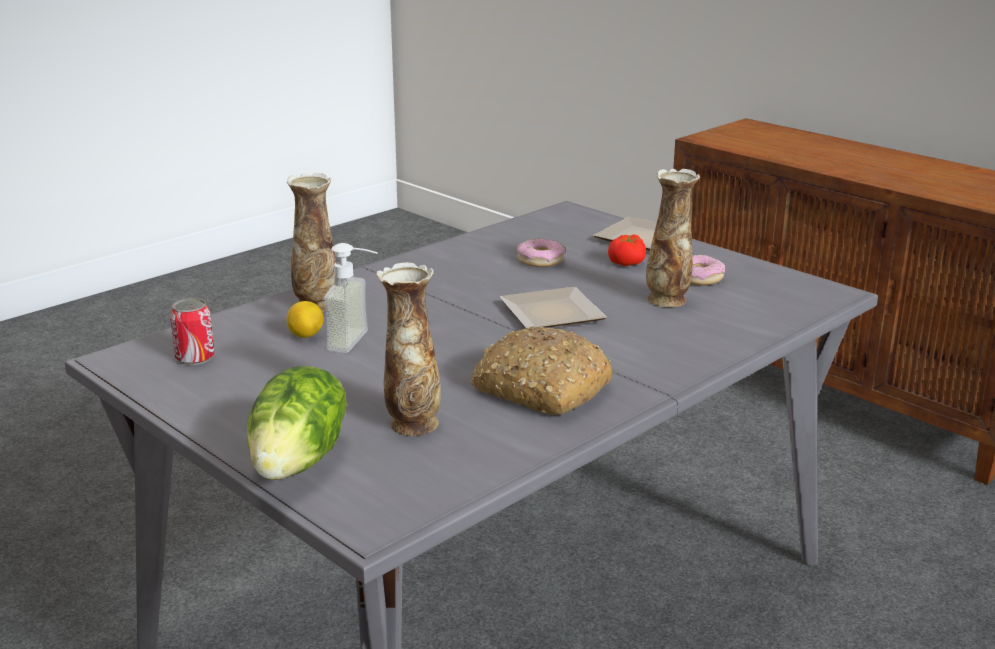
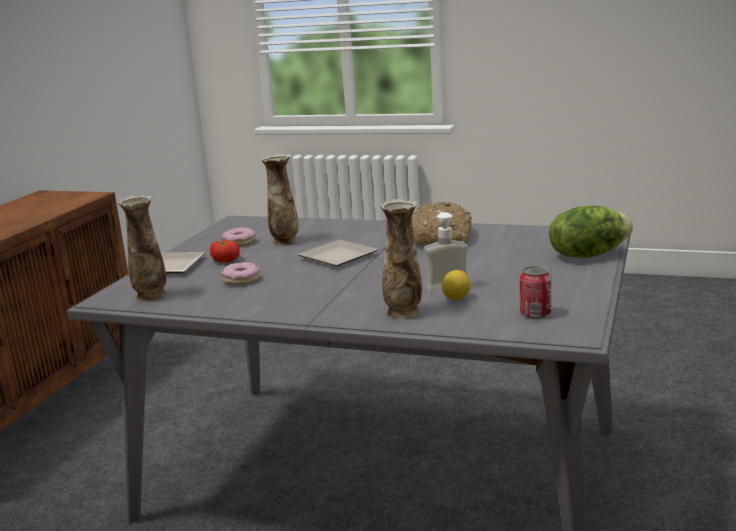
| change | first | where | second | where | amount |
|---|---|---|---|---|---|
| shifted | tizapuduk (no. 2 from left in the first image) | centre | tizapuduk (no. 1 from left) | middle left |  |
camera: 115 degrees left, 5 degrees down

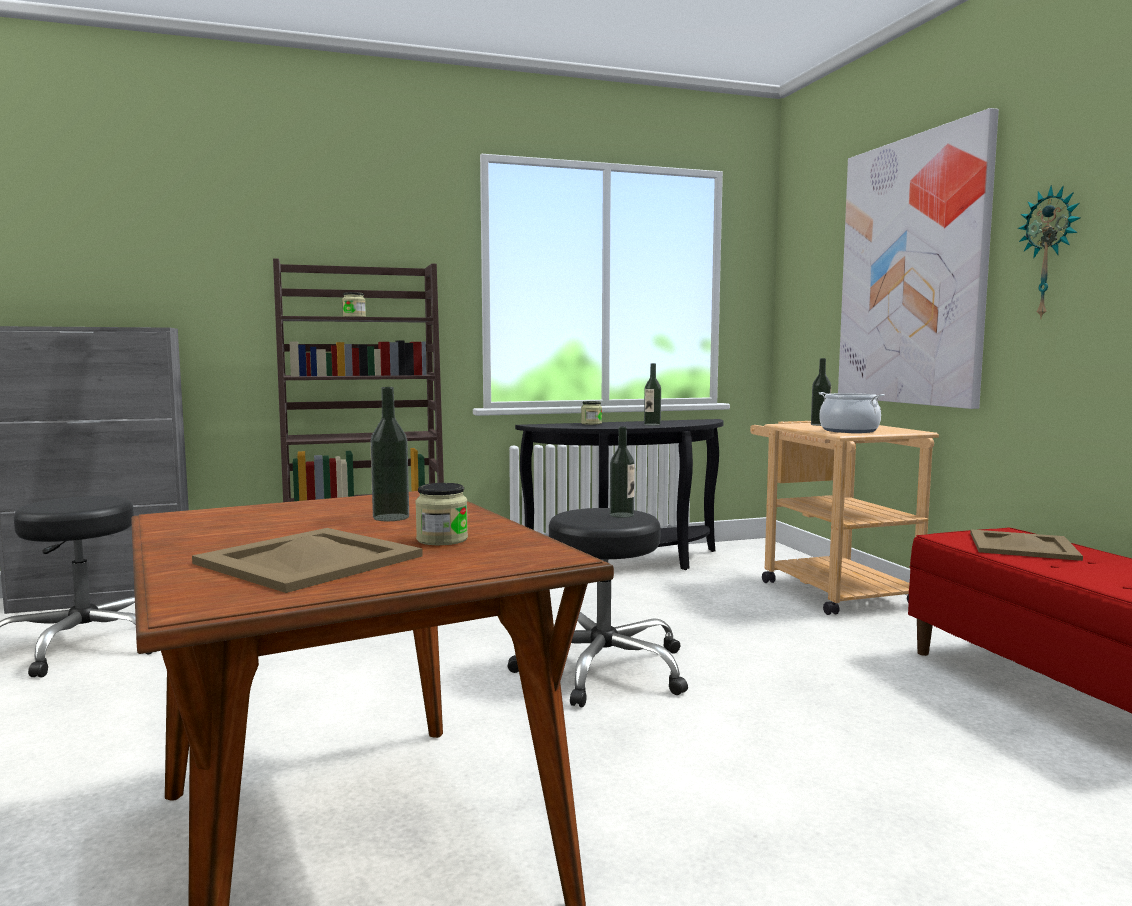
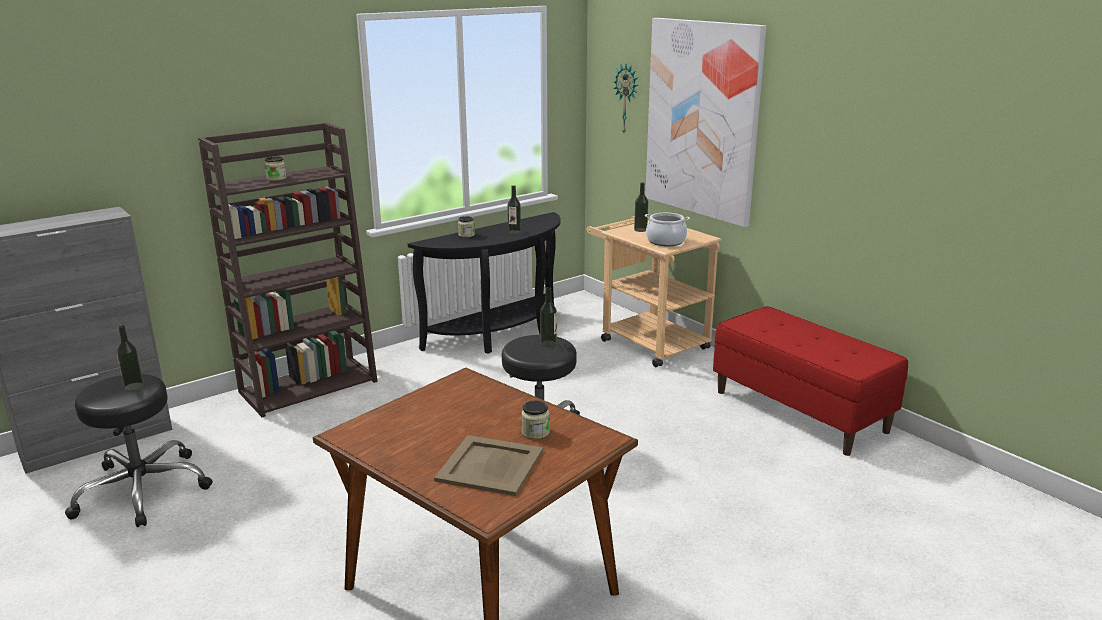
| change | first | where | second | where | amount |
|---|---|---|---|---|---|
| shifted | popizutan | top right |  | top centre |  |
| shifted | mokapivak (no. 1 from left) | centre |  | middle left |  |
| gone | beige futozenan (no. 2 from left) | middle right |  |  |  |
camera: 20 degrees left, 15 degrees up

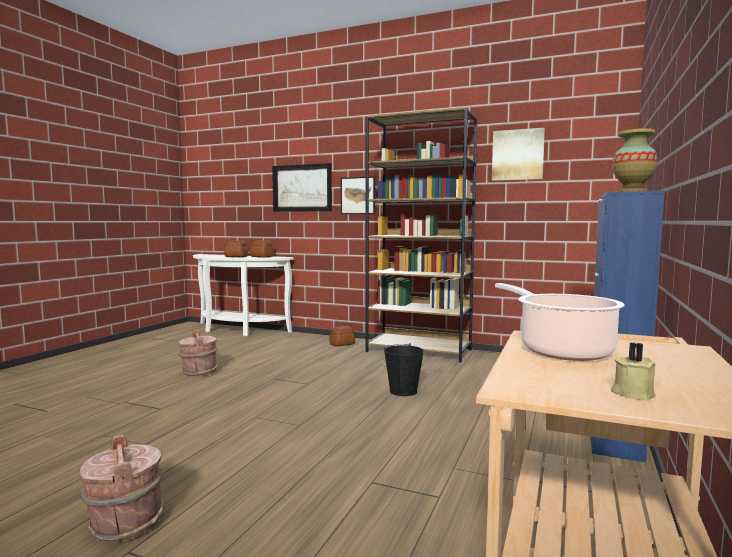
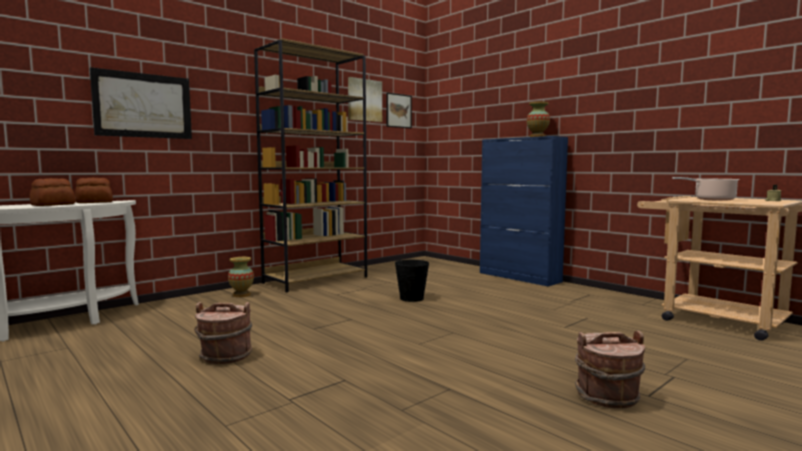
| change | first | where | second | where | amount |
|---|---|---|---|---|---|
| shifted | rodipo (no. 2 from left in the first image) | centre | rodipo (no. 3 from left) | top centre |  |
| swapped | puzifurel (no. 3 from left) | centre | tizapuduk (no. 1 from left) | middle left |  |
camera: 65 degrees left, 0 degrees up

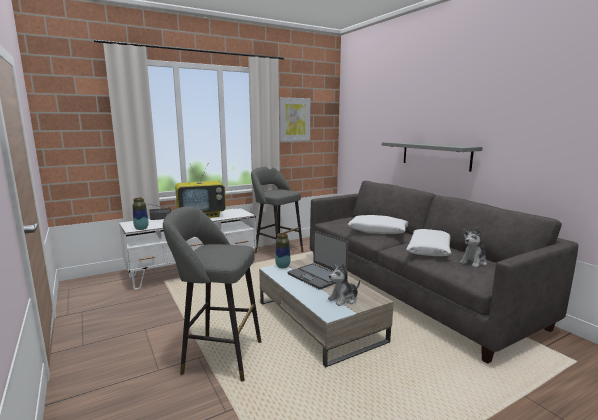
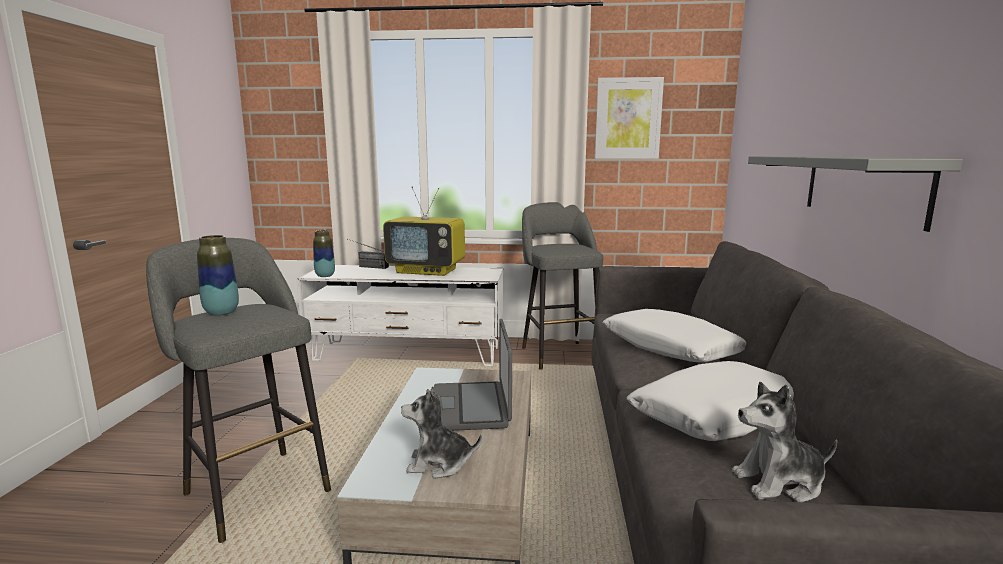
| change | first | where | second | where | amount |
|---|---|---|---|---|---|
| shifted | tizapuduk (no. 2 from left in the first image) | centre | tizapuduk (no. 1 from left) | middle left |  |
camera: 35 degrees right, 0 degrees up

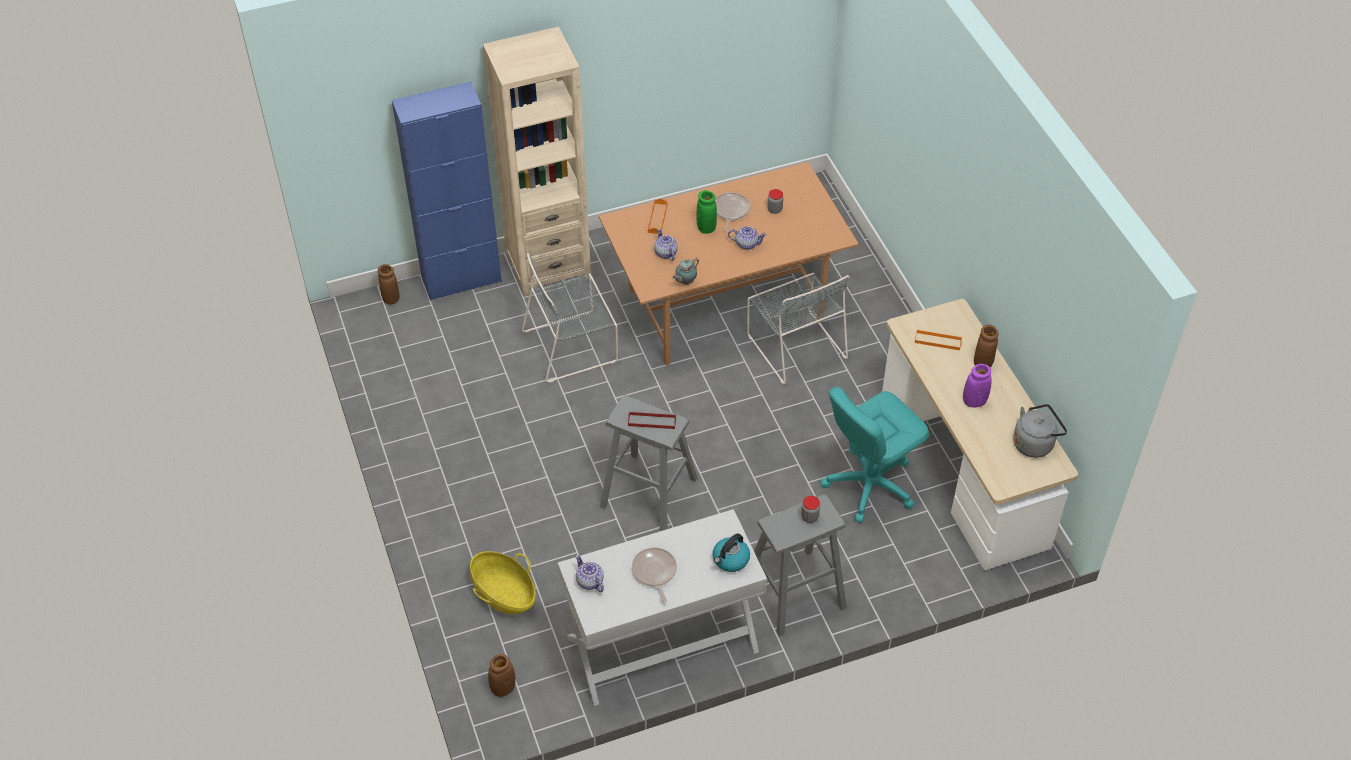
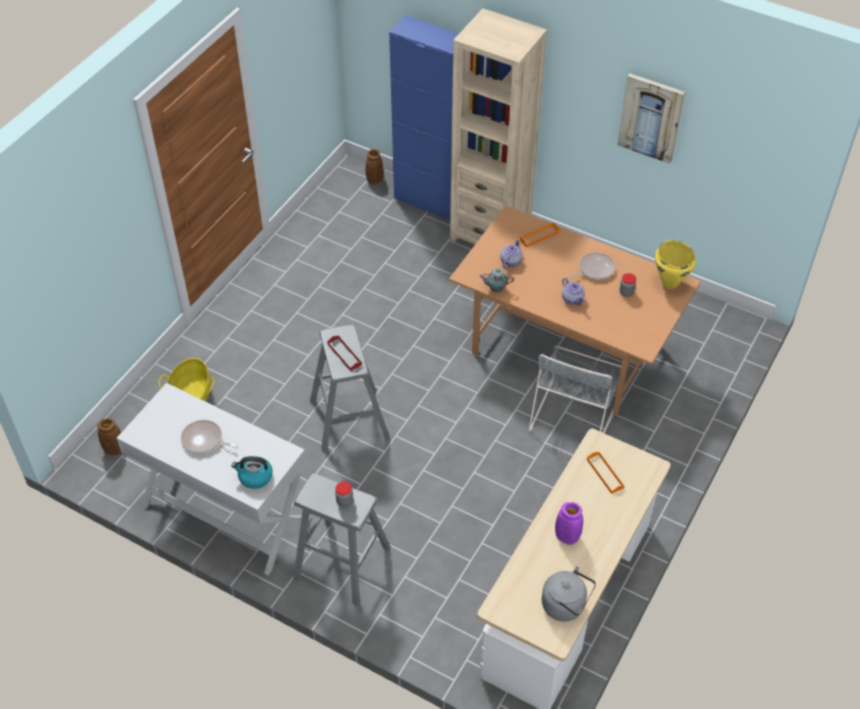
| change | first | where | second | where | amount |
|---|---|---|---|---|---|
| gone | green tizapuduk | top centre |  |  |  |
| gone | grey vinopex (no. 1 from left) | centre |  |  |  |
| gone | brown tizapuduk (no. 3 from left) | middle right |  |  |  |
| gone | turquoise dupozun | centre |  |  |  |
| rotated | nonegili (no. 1 from left) | bottom centre |  | middle left | 105 degrees counterclockwise |
| gone | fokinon (no. 1 from left) | bottom centre |  |  |  |
| new |  |  | rodipo | top right |  |
| new |  |  | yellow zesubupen | middle right |  |
camera: 50 degrees right, 0 degrees up

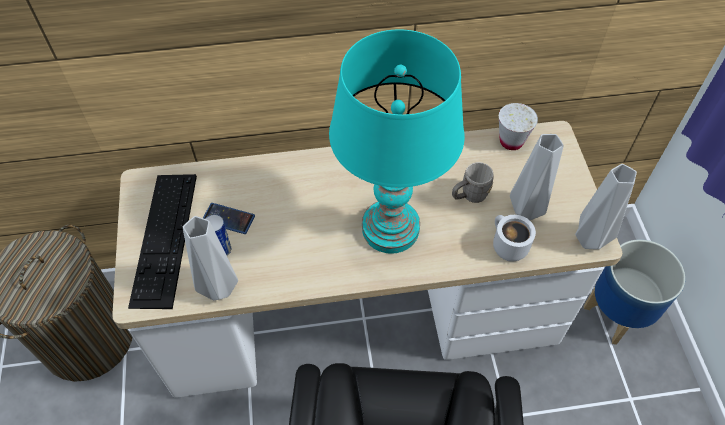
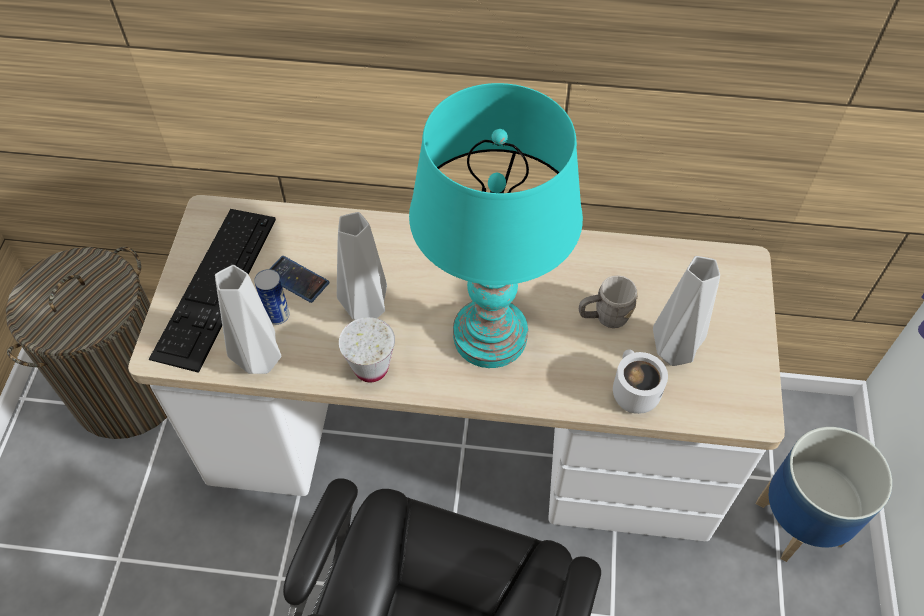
| change | first | where | second | where | amount |
|---|---|---|---|---|---|
| shifted | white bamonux | top right |  | centre |  |
| shifted | grey tizapuduk (no. 3 from left in the first image) | middle right | grey tizapuduk (no. 2 from left) | centre |  |
camera: 15 degrees right, 0 degrees up

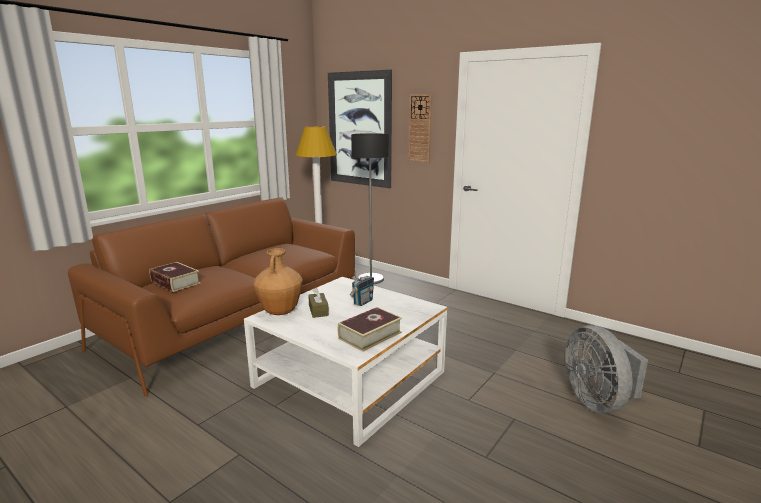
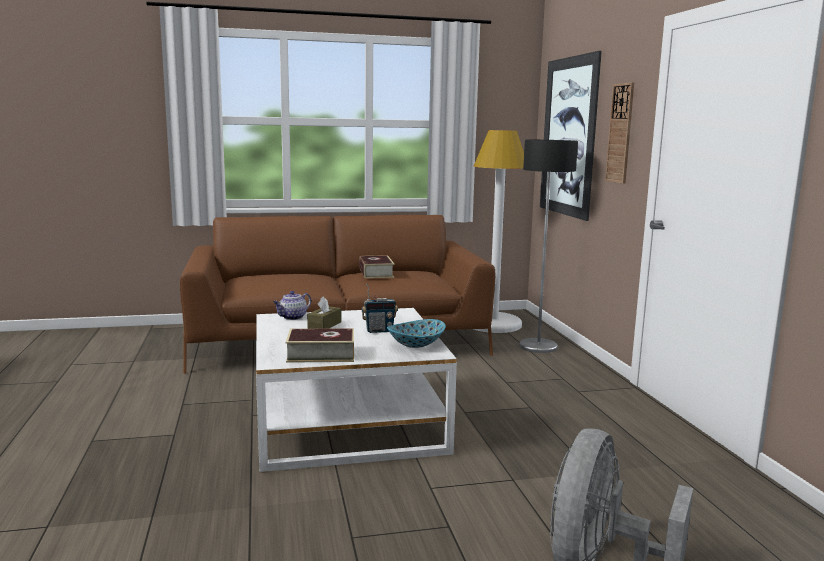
| change | first | where | second | where | amount |
|---|---|---|---|---|---|
| swapped | brown tizapuduk | centre | fokinon | centre |  |
| shifted | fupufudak (no. 1 from left in the first image) | middle left | fupufudak (no. 2 from left) | centre |  |
| new |  |  | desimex | centre |  |
camera: 40 degrees right, 5 degrees down

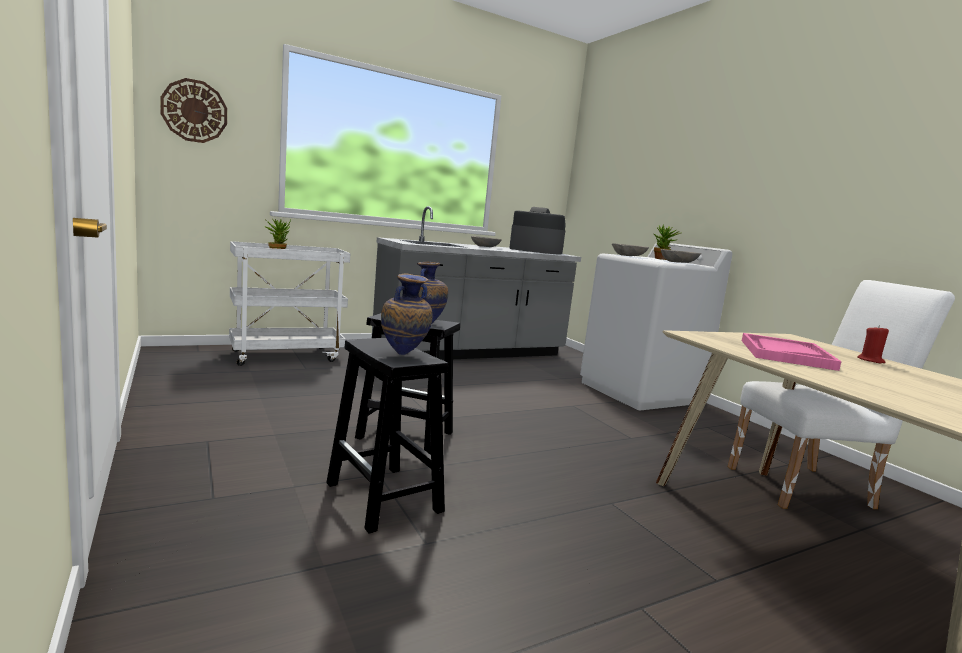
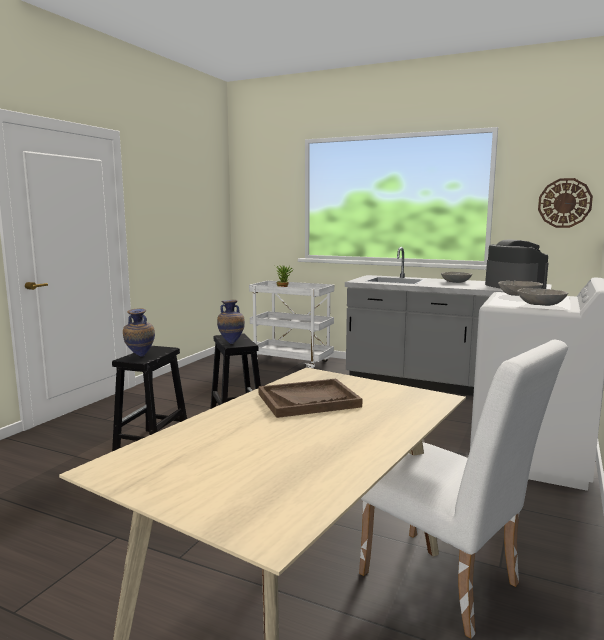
| change | first | where | second | where | amount |
|---|---|---|---|---|---|
| shifted | popizutan | top left |  | top right |  |
| gone | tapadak (no. 2 from left) | middle right |  |  |  |
| gone | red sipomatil | middle right |  |  |  |
| repainted | pink futozenan | middle right | brown futozenan | centre |  |
camera: 55 degrees right, 0 degrees up

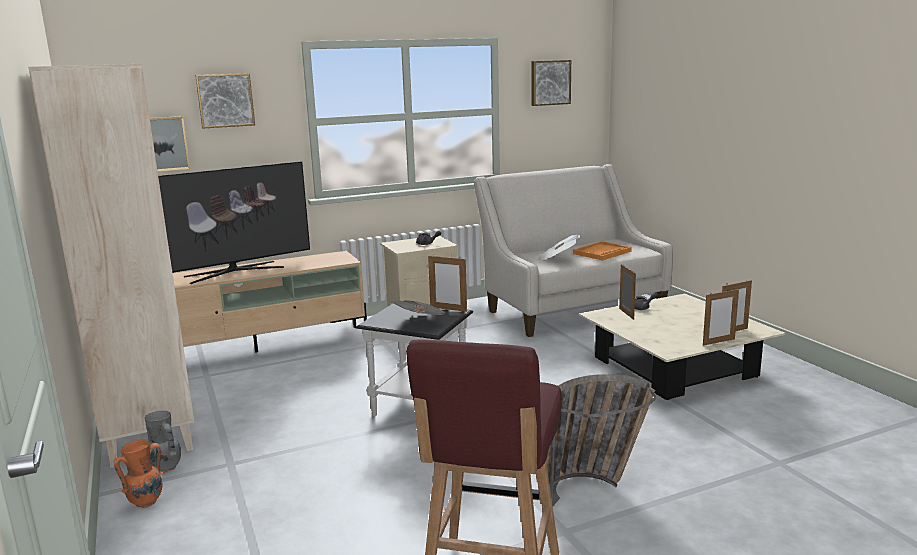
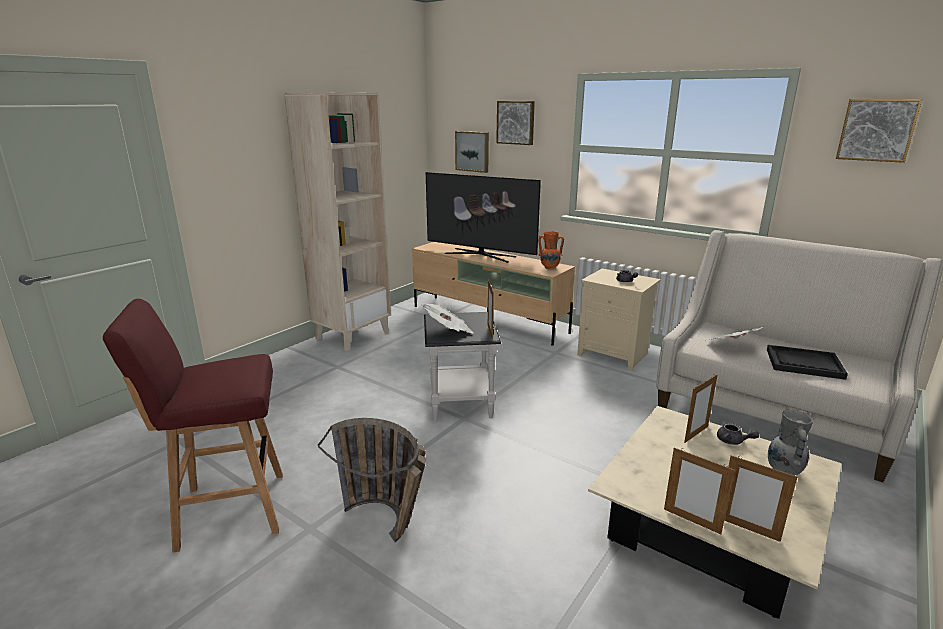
| change | first | where | second | where | amount |
|---|---|---|---|---|---|
| repainted | orange futozenan | centre | black futozenan | middle right |  |
| shifted | grey tizapuduk | bottom left |  | bottom right |  |
| shifted | orange tizapuduk | bottom left |  | centre |  |
camera: 60 degrees right, 5 degrees up

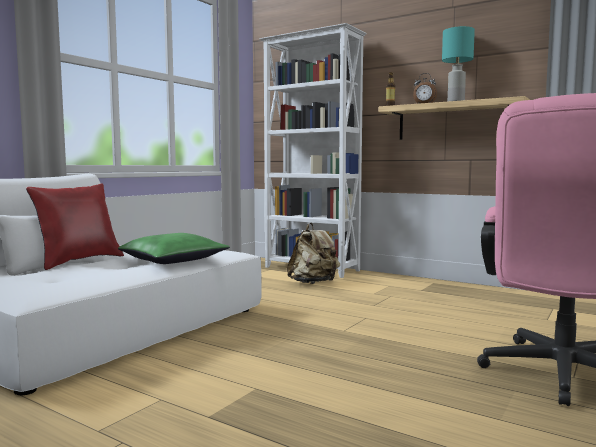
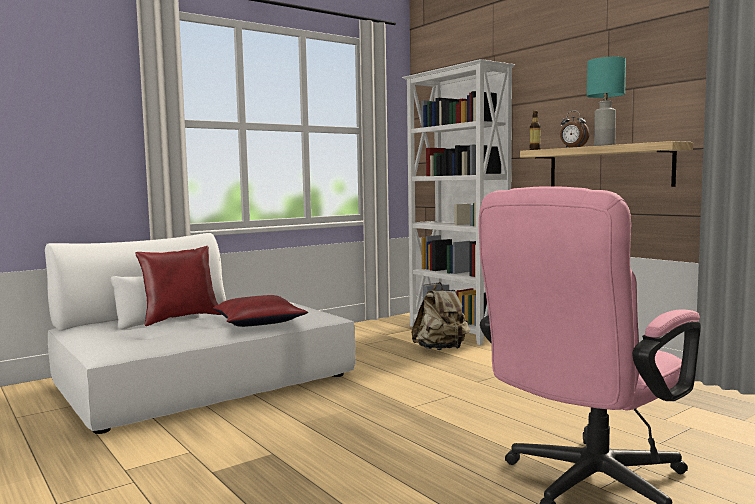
| change | first | where | second | where | amount |
|---|---|---|---|---|---|
| repainted | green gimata | middle left | red gimata (no. 2 from left) | centre |  |
camera: 20 degrees right, 0 degrees up

